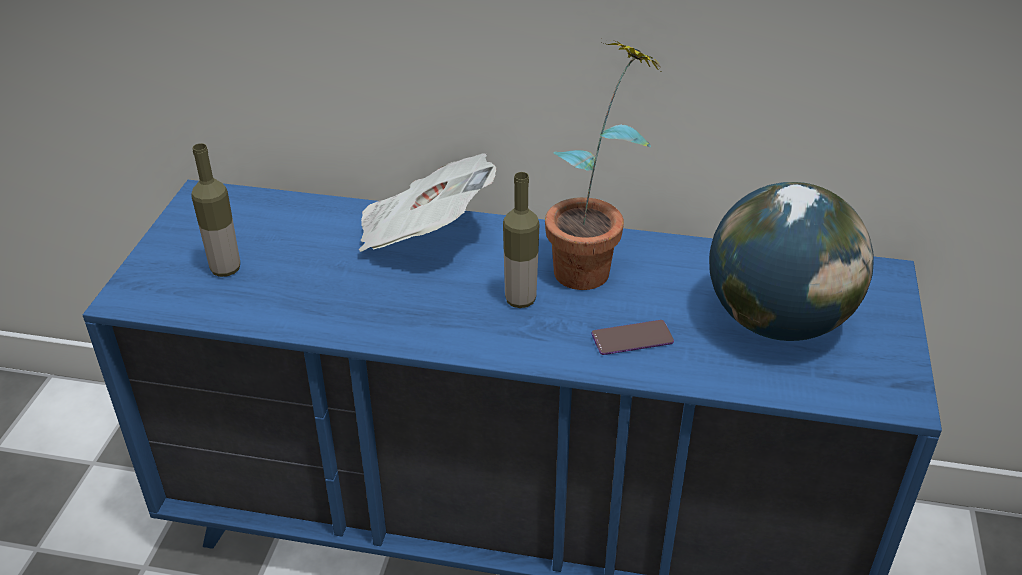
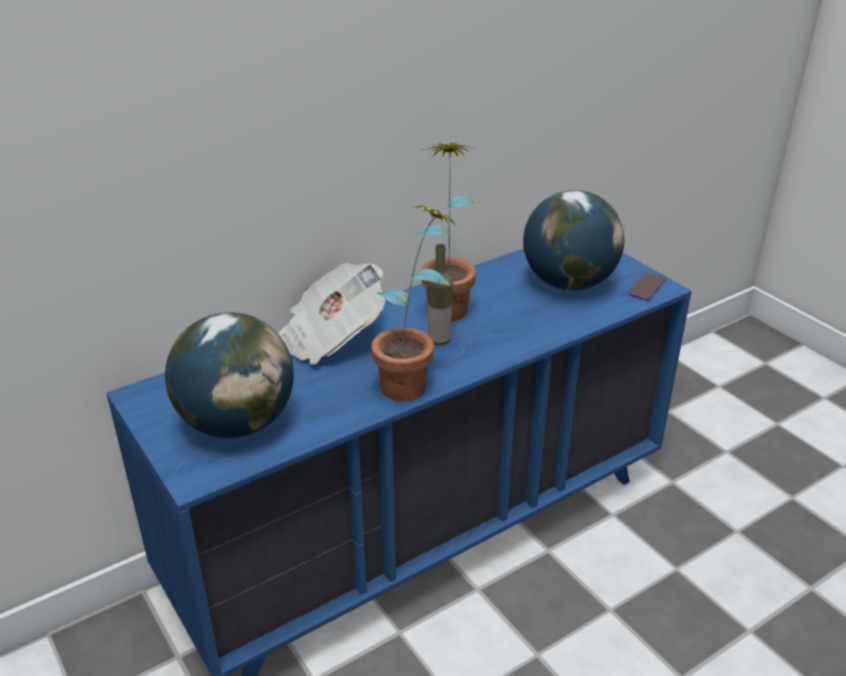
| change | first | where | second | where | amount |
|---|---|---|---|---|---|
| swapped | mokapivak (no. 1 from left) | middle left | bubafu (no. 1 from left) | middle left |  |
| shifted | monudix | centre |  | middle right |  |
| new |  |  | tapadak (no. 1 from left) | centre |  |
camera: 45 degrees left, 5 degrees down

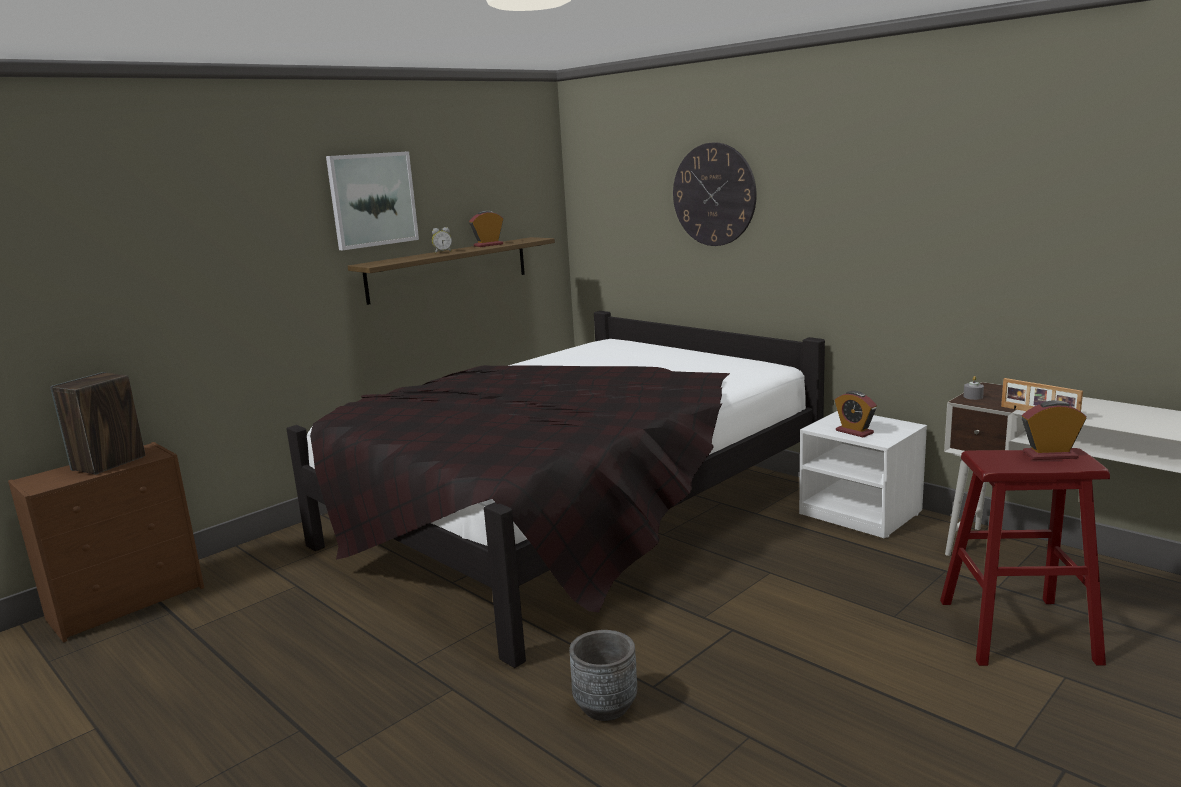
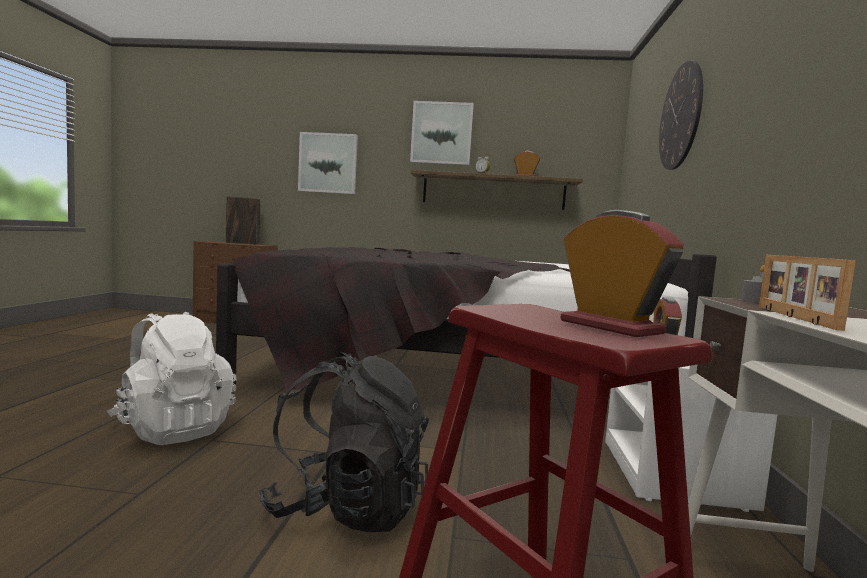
| change | first | where | second | where | amount |
|---|---|---|---|---|---|
| swapped | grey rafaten | bottom centre | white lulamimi | middle left |  |
| new |  |  | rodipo (no. 1 from left) | top centre |  |
| new |  |  | black lulamimi | bottom centre |  |
camera: 50 degrees right, 10 degrees down

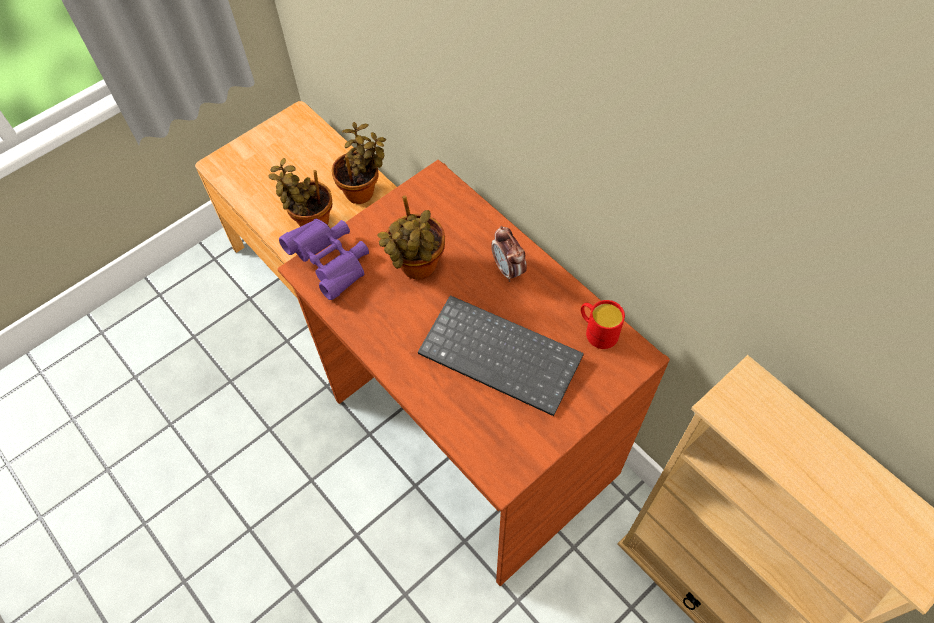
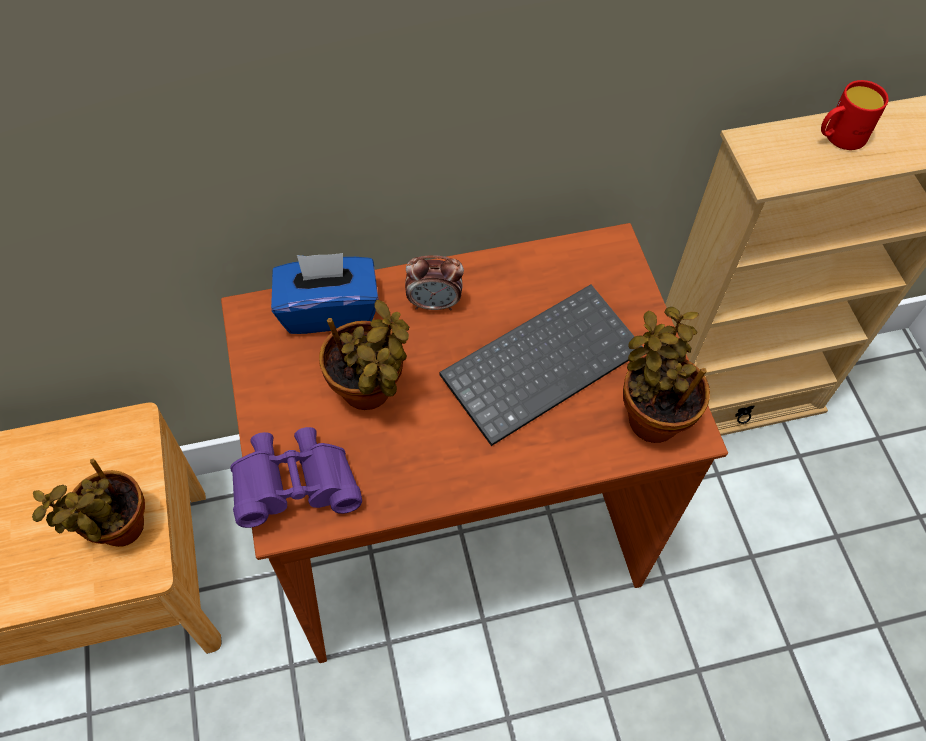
| change | first | where | second | where | amount |
|---|---|---|---|---|---|
| shifted | tapadak (no. 2 from left in the first image) | top centre | tapadak (no. 3 from left) | middle right |  |
| shifted | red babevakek | centre |  | top right |  |
| new |  |  | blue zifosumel | centre |  |
camera: 65 degrees left, 0 degrees up

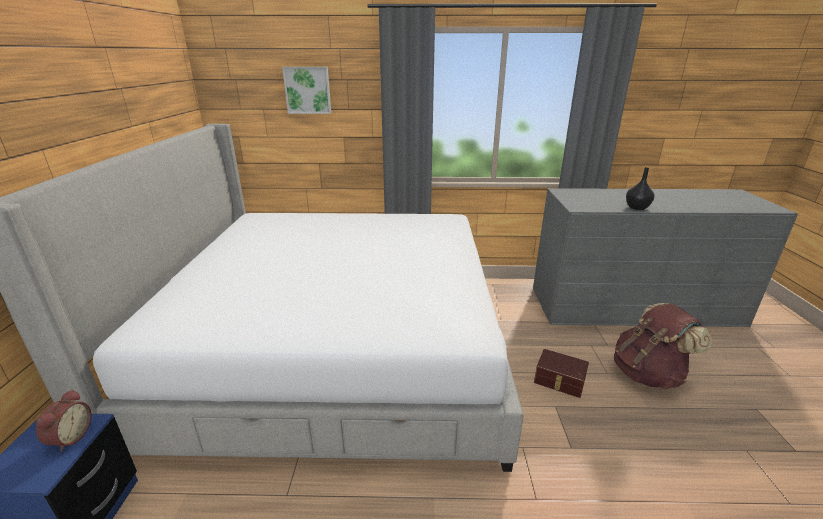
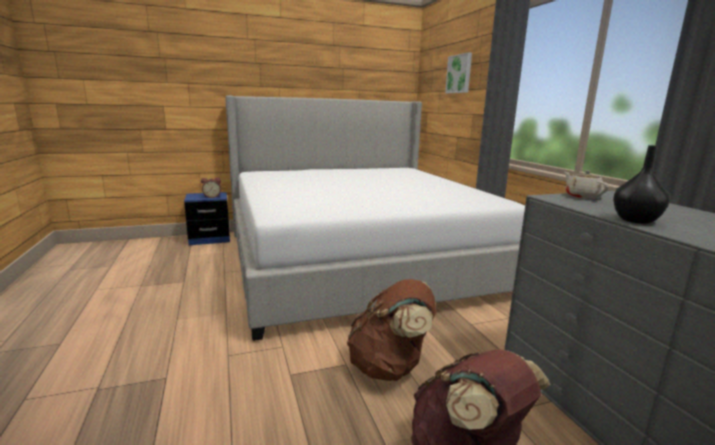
| change | first | where | second | where | amount |
|---|---|---|---|---|---|
| swapped | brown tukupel | bottom right | brown lulamimi (no. 1 from left) | bottom centre |  |
| new |  |  | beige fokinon | middle right |  |
camera: 70 degrees right, 10 degrees down

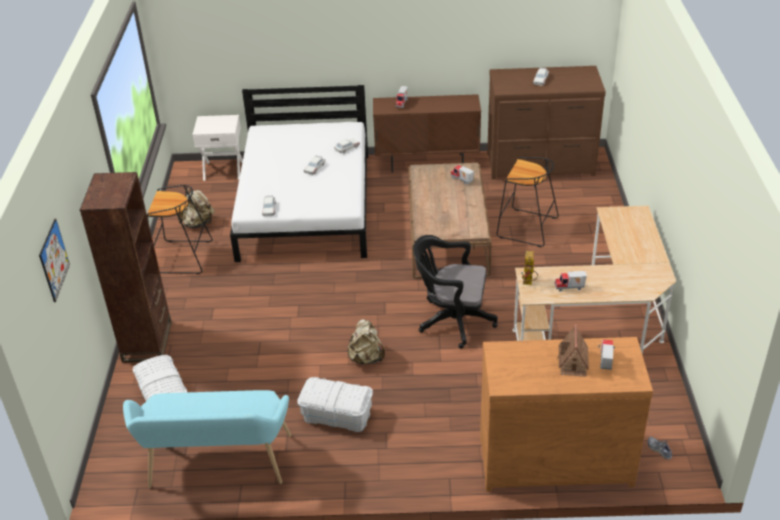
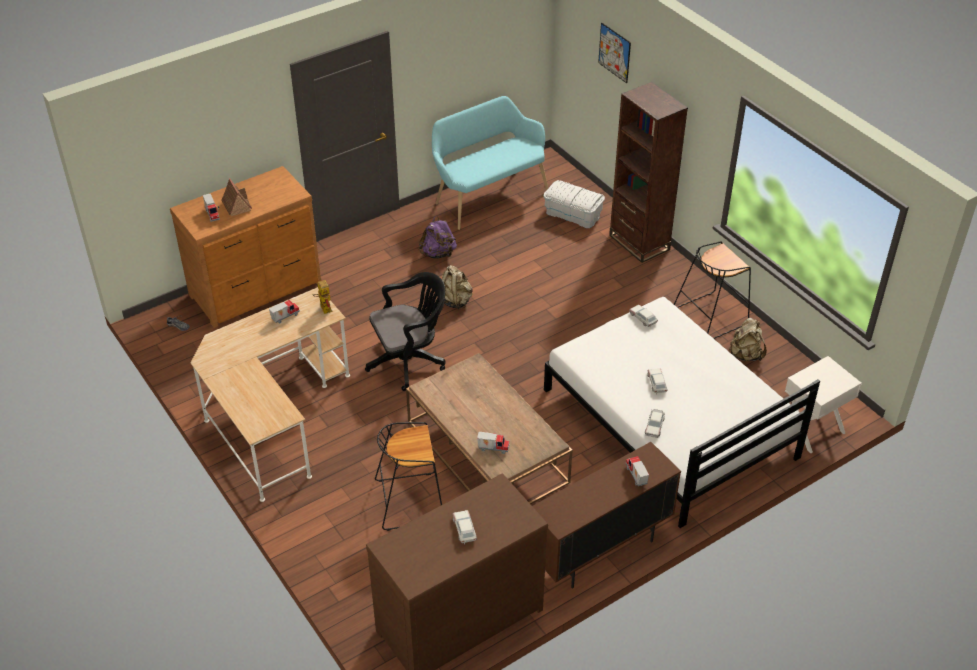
| change | first | where | second | where | amount |
|---|---|---|---|---|---|
| swapped | white tukupel (no. 2 from left) | bottom centre | purple lulamimi | centre |  |
camera: 145 degrees right, 5 degrees up

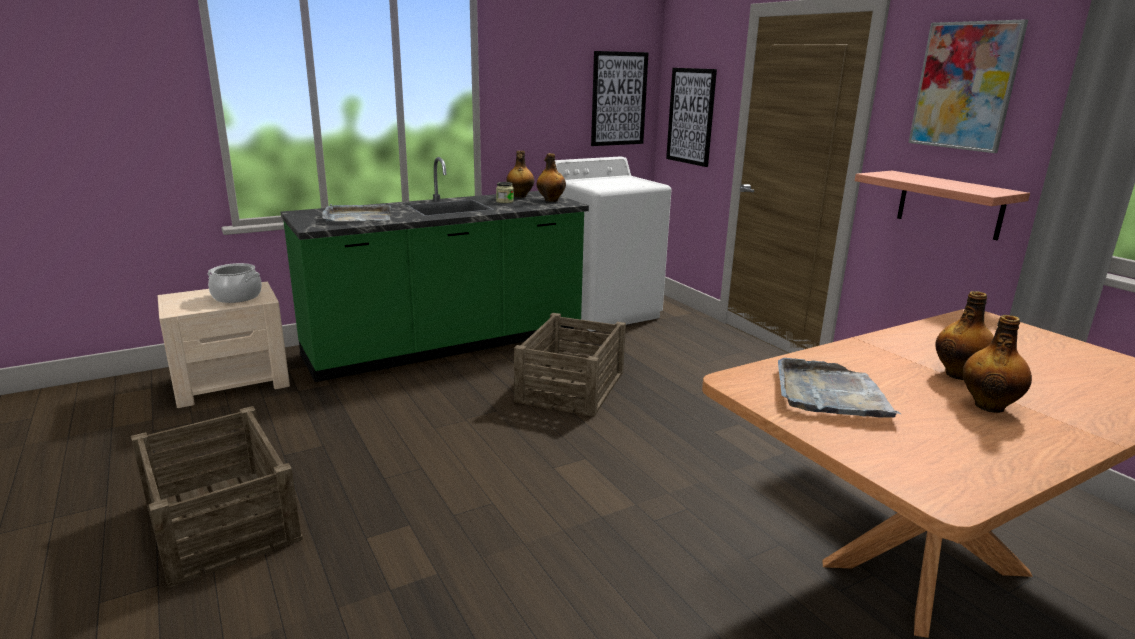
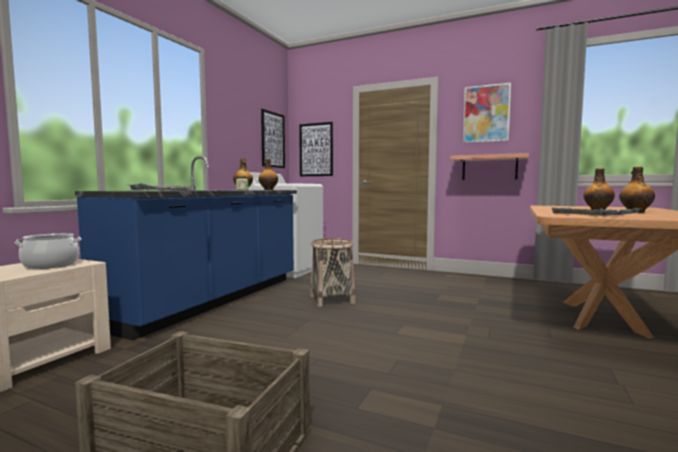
| change | first | where | second | where | amount |
|---|---|---|---|---|---|
| repainted | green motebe | centre | blue motebe | middle left |  |
| swapped | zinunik (no. 2 from left) | centre | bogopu | centre |  |
camera: 35 degrees left, 15 degrees down

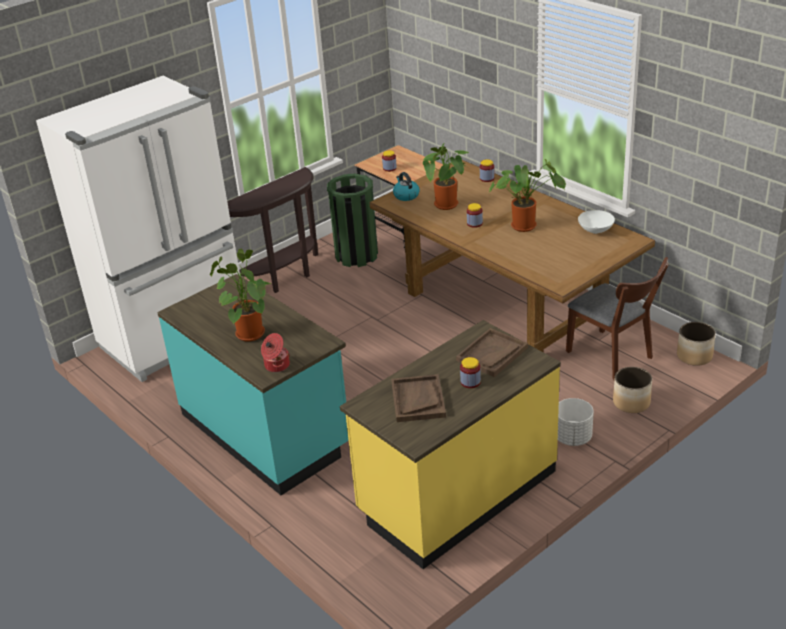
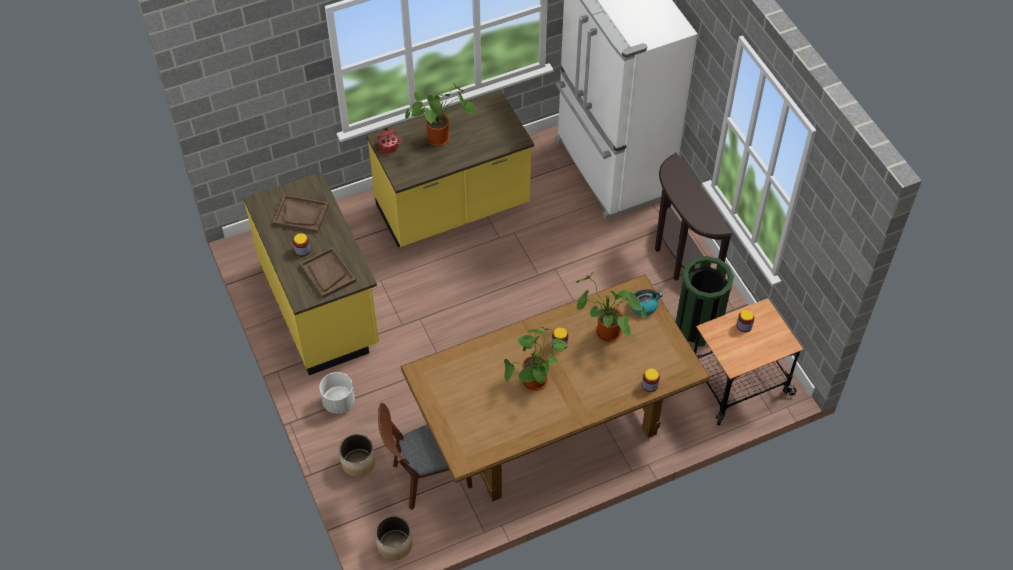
| change | first | where | second | where | amount |
|---|---|---|---|---|---|
| gone | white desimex | middle right |  |  |  |
| repainted | turquoise motebe | middle left | yellow motebe (no. 2 from left) | top centre |  |
camera: 105 degrees right, 20 degrees up

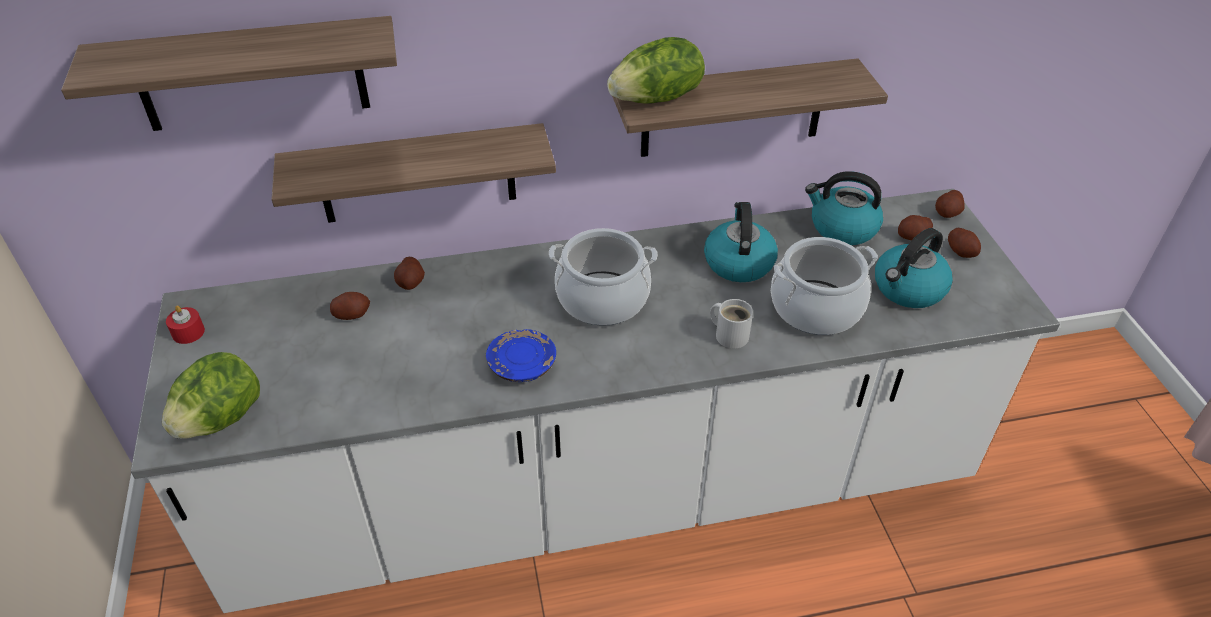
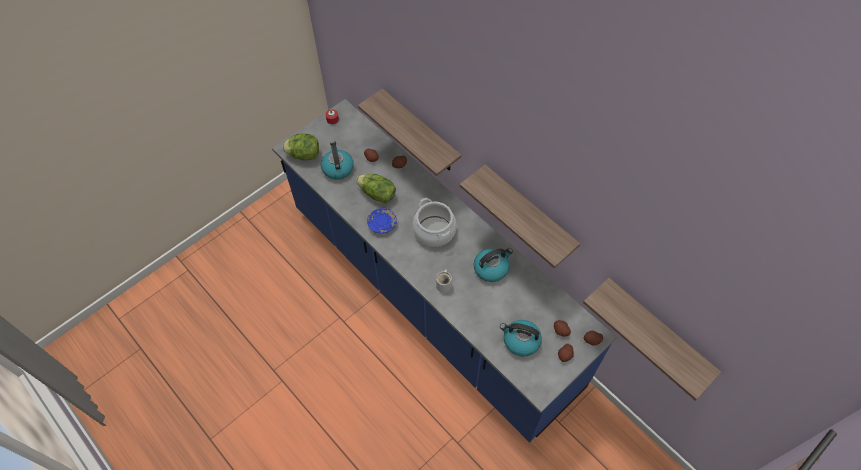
| change | first | where | second | where | amount |
|---|---|---|---|---|---|
| shifted | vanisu (no. 1 from left in the first image) | top left | vanisu (no. 3 from left) | bottom right |  |
| shifted | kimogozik (no. 2 from left) | top centre |  | centre |  |
| shifted | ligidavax (no. 2 from left in the first image) | middle right | ligidavax (no. 1 from left) | centre |  |
| repainted | white motebe | centre | blue motebe | centre |  |
| gone | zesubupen (no. 2 from left) | middle right |  |  |  |
camera: 60 degrees right, 15 degrees up

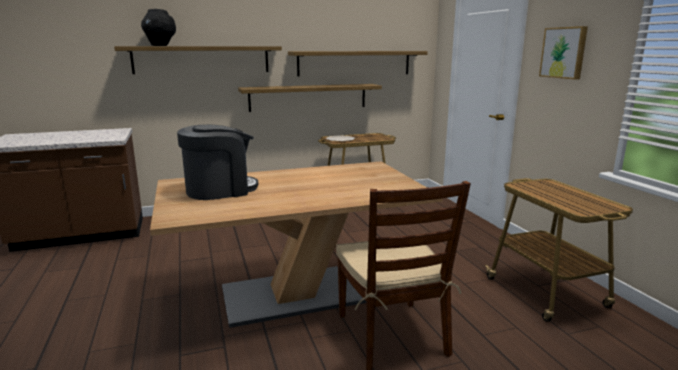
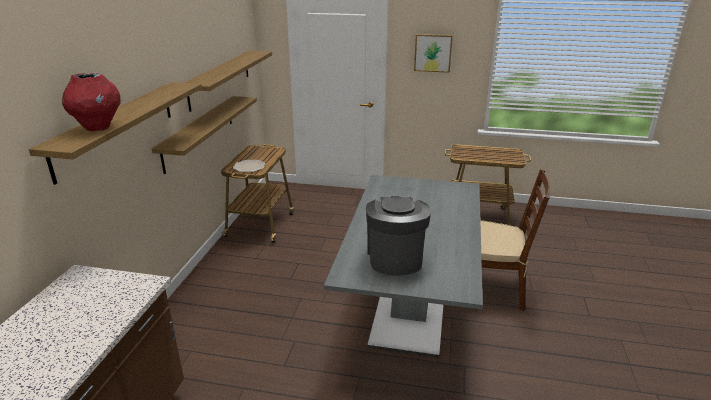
| change | first | where | second | where | amount |
|---|---|---|---|---|---|
| repainted | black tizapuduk | top left | red tizapuduk | top left |  |
| repainted | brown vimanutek | centre | grey vimanutek | centre |  |
camera: 60 degrees left, 10 degrees up

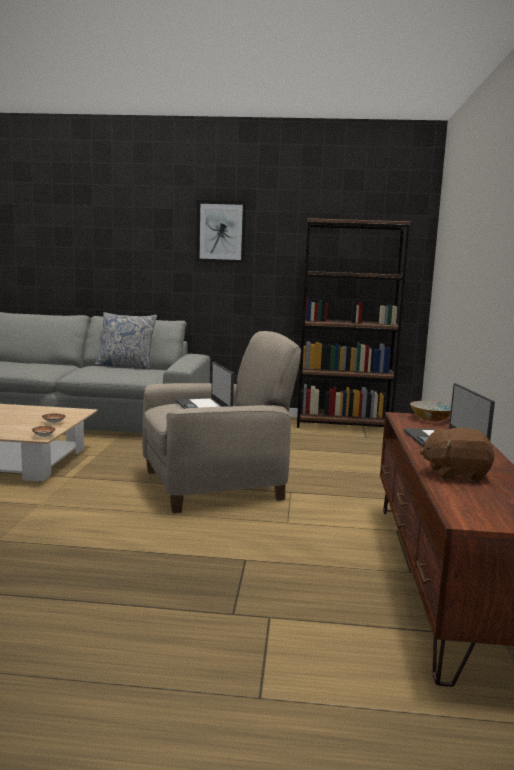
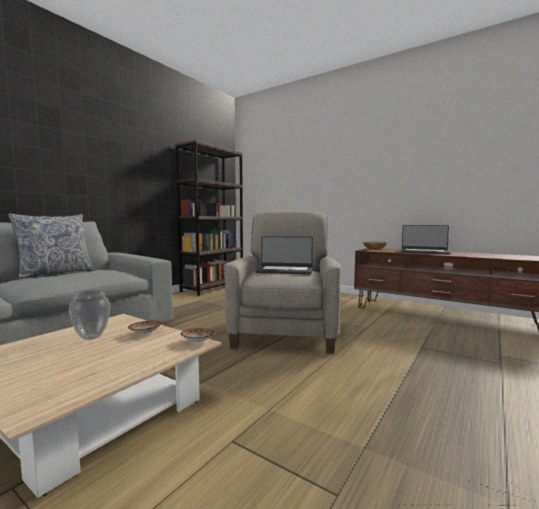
| change | first | where | second | where | amount |
|---|---|---|---|---|---|
| gone | rodipo | top centre |  |  |  |
| gone | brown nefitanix | middle right |  |  |  |
| new |  |  | tizapuduk | middle left |  |
camera: 60 degrees left, 5 degrees down

